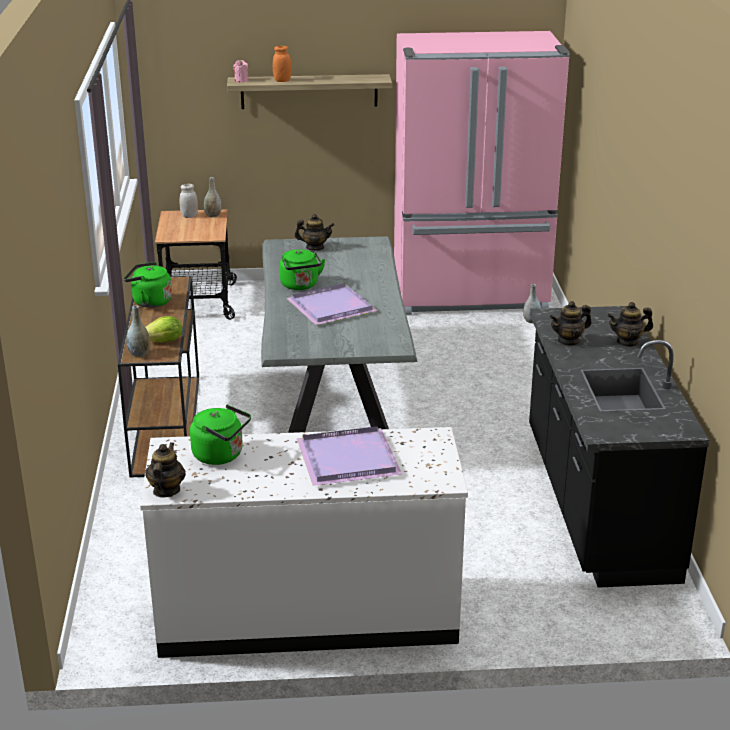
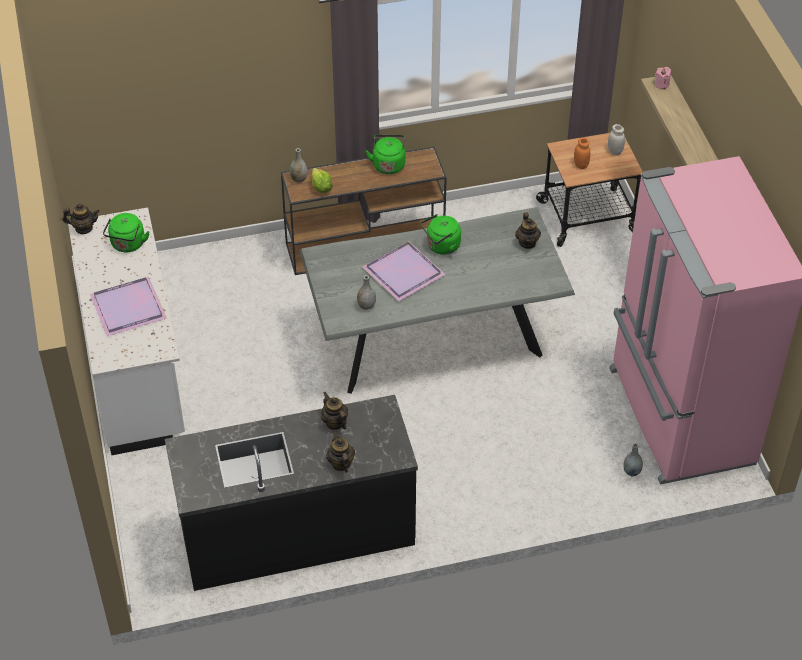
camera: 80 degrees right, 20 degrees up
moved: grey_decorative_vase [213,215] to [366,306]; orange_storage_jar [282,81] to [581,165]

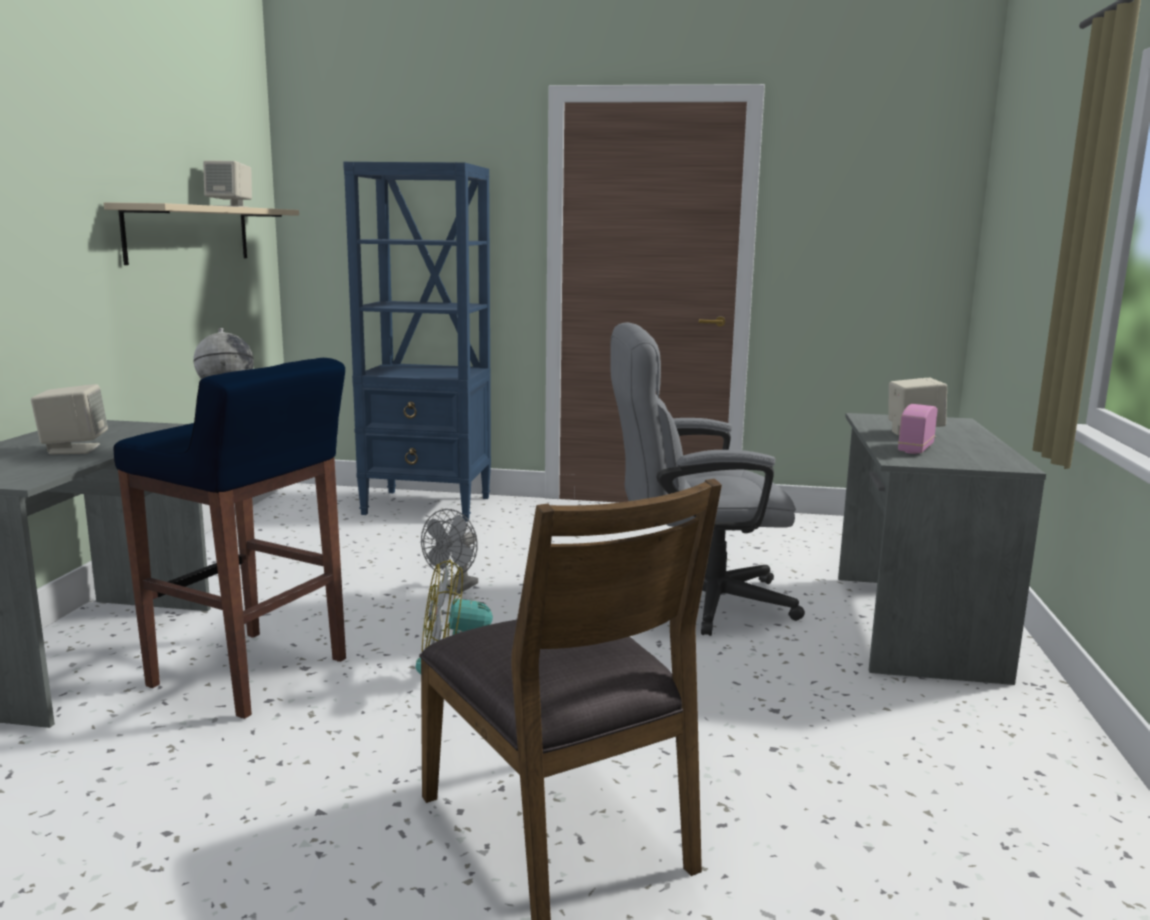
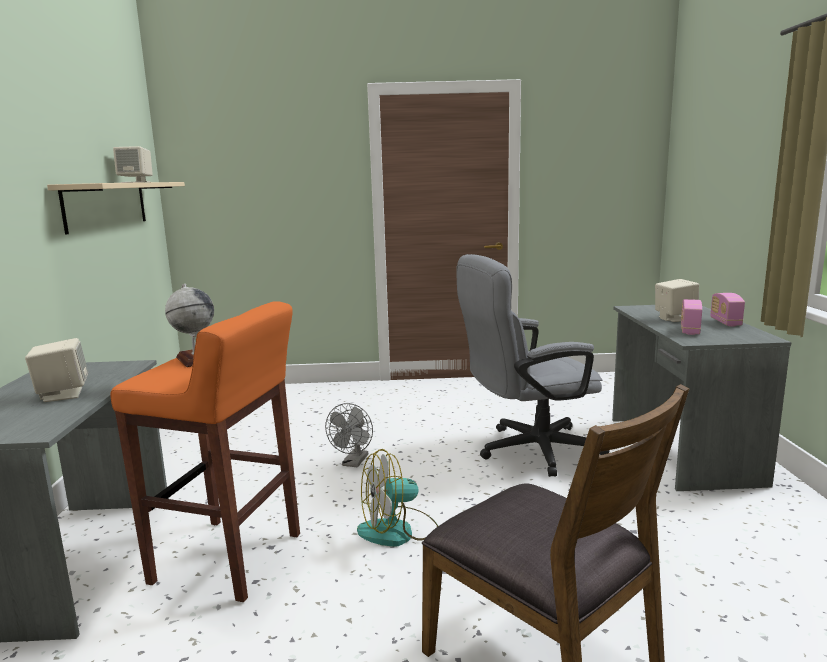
camera: 10 degrees left, 0 degrees up
removed: blue-coloured_shelving_unit [428,506]
added: radio_receiver [725,322]
recoloured: blue-coloured_stool [251,674] to orange_stool [229,559]

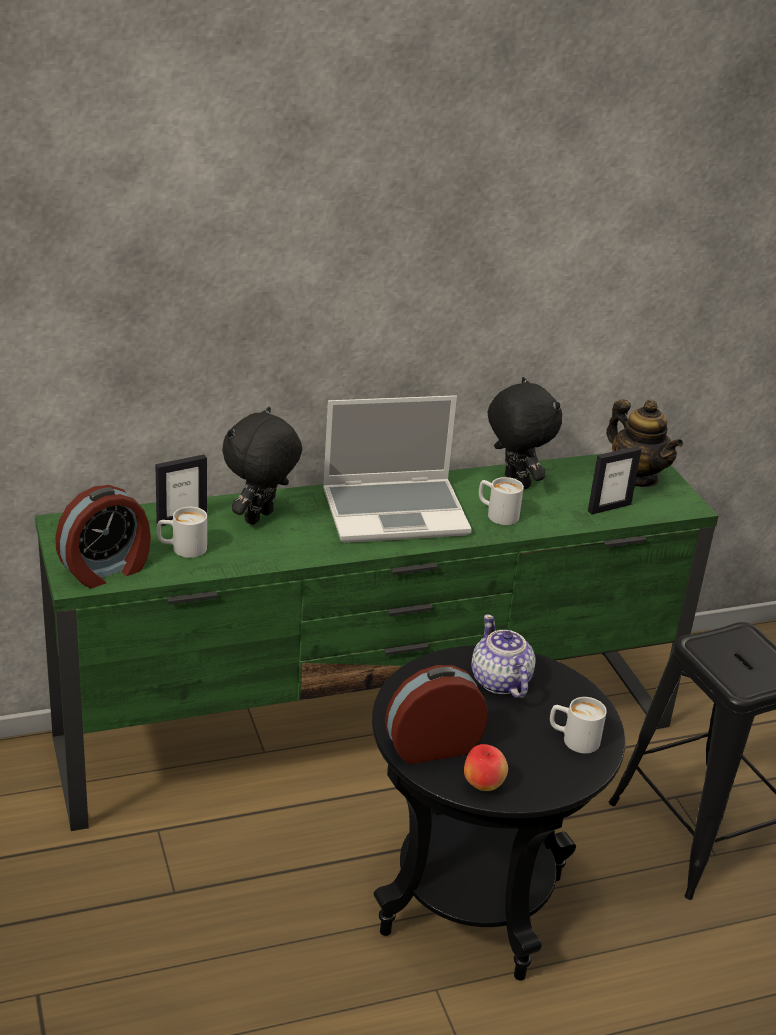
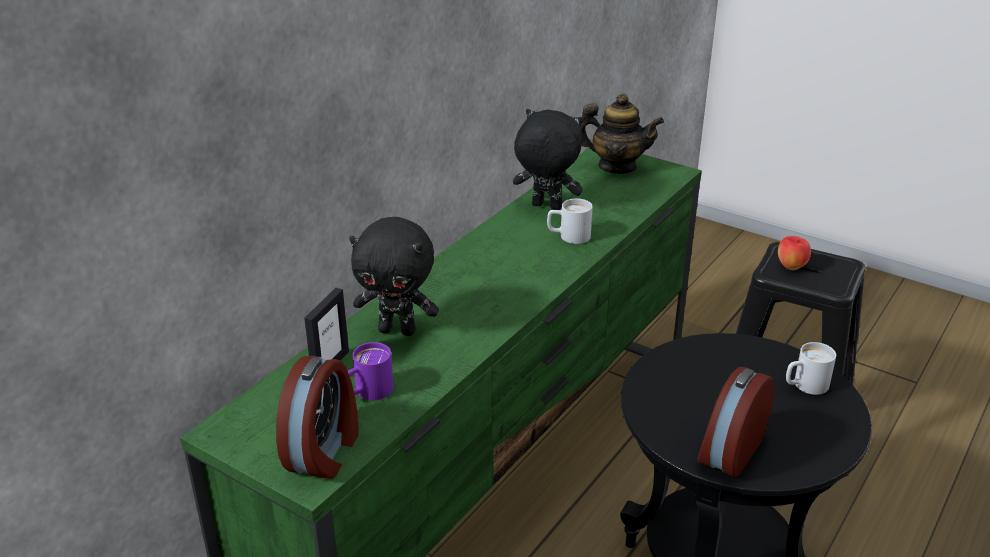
camera: 35 degrees left, 0 degrees up
removed: portable_computer [396,512]; tea_pot [500,682]; picture_frame [609,507]
moved: whole_apple [483,785] to [791,267]
recoloured: whitish_tea_mug [182,548] to purple_tea_mug [367,393]
turned: black-coloured_plush_toy [260,518] = [398,330] 75 degrees counterclockwise

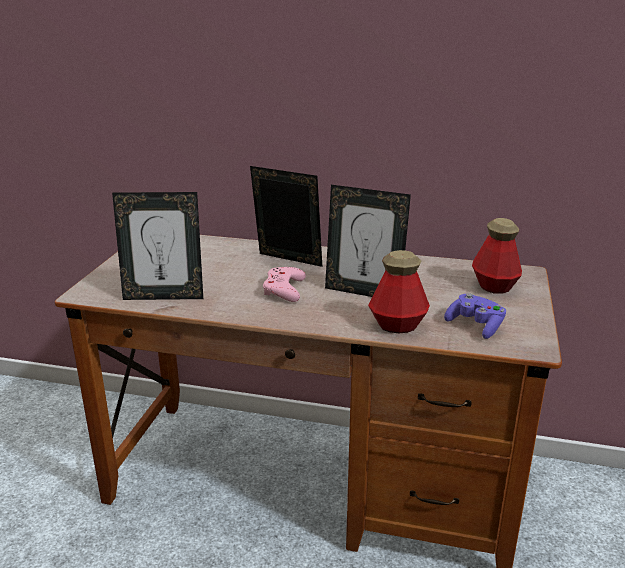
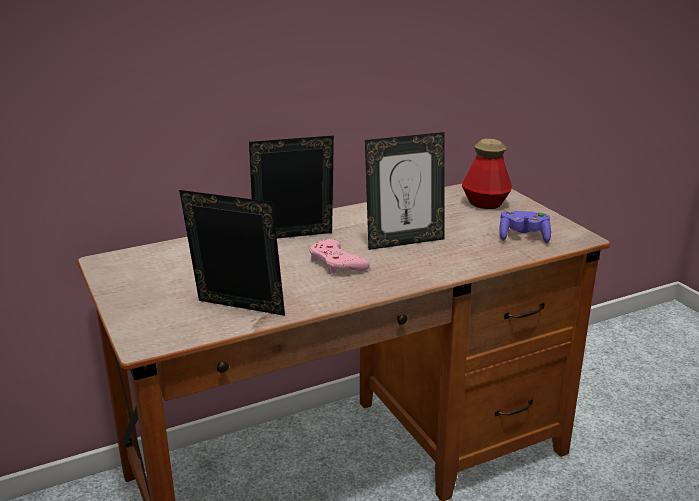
camera: 40 degrees left, 0 degrees up
removed: drink_bottle [397,325]
turned: picture_frame [164,296] = [237,311] 120 degrees counterclockwise

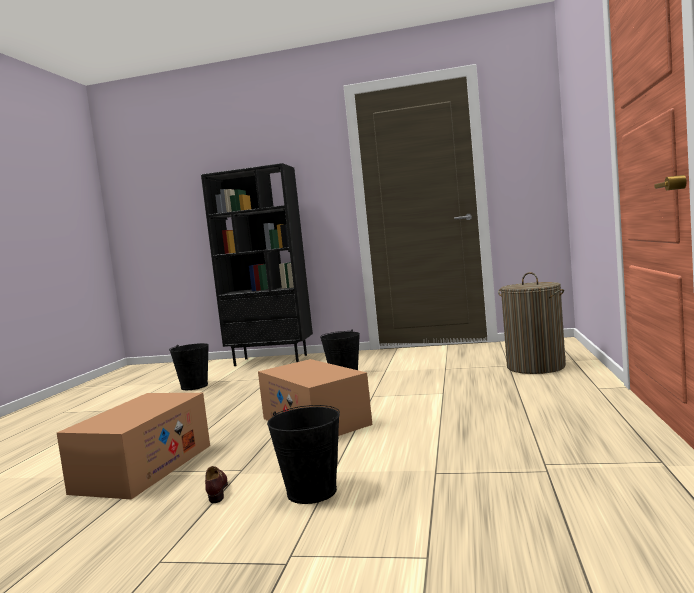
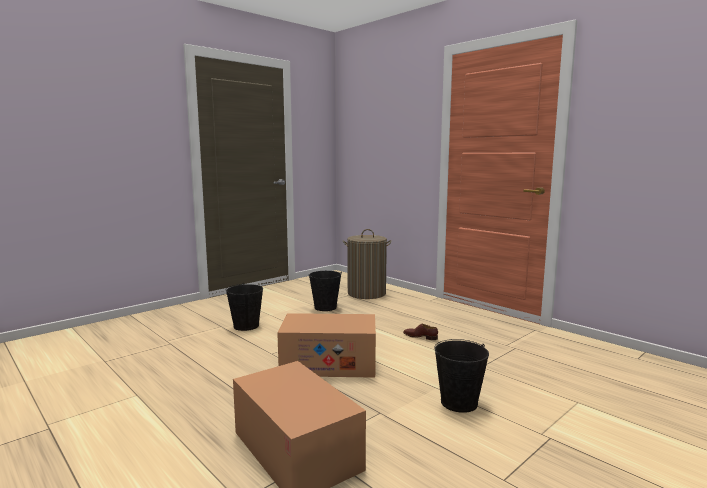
camera: 55 degrees left, 5 degrees up
removed: black-coloured_shelving_unit [271,360]
moved: black-coloured_pail [194,386] to [325,307]; brownish_low_shoe [217,490] to [420,337]

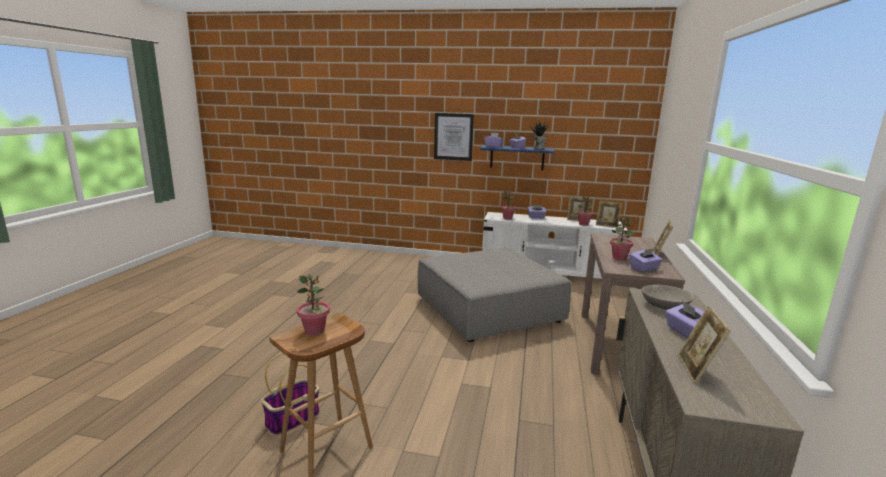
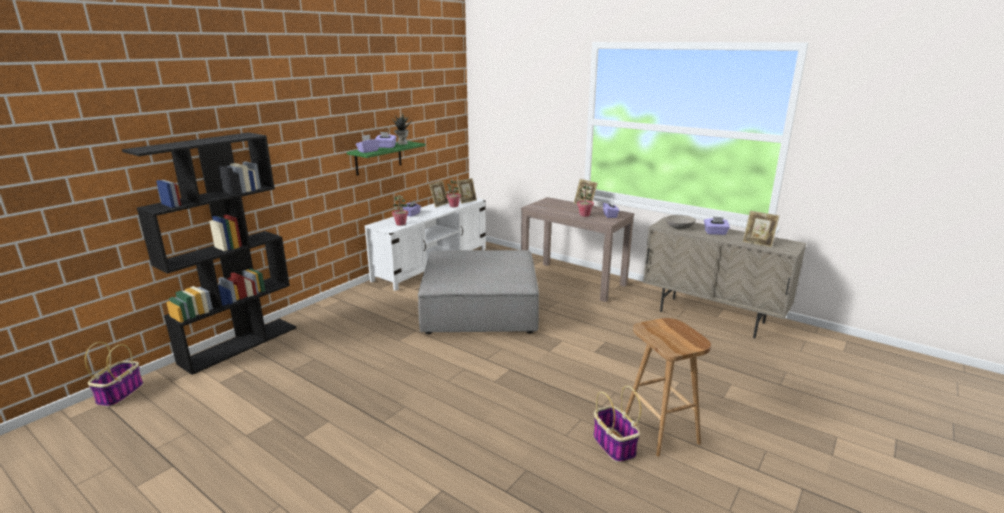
camera: 65 degrees left, 5 degrees up
removed: plant_in_a_pot [314,331]; picture [453,136]
added: storage_basket [120,393]; black-coloured_shelving_unit [240,344]
recoloured: blue-coloured_wall_shelf [517,158] to greenish_wall_shelf [378,158]

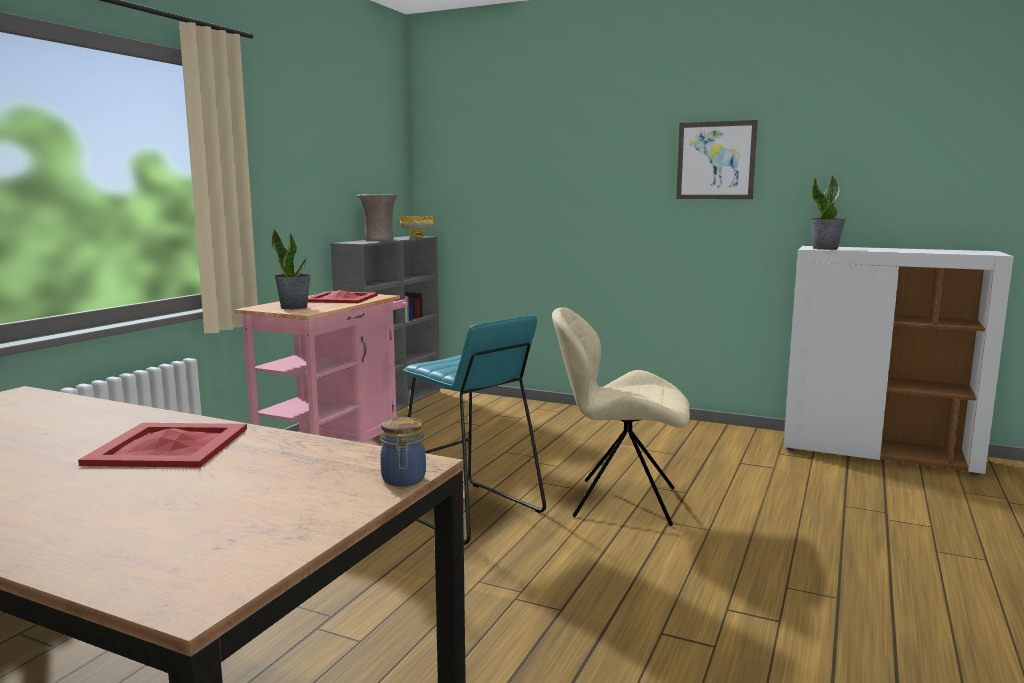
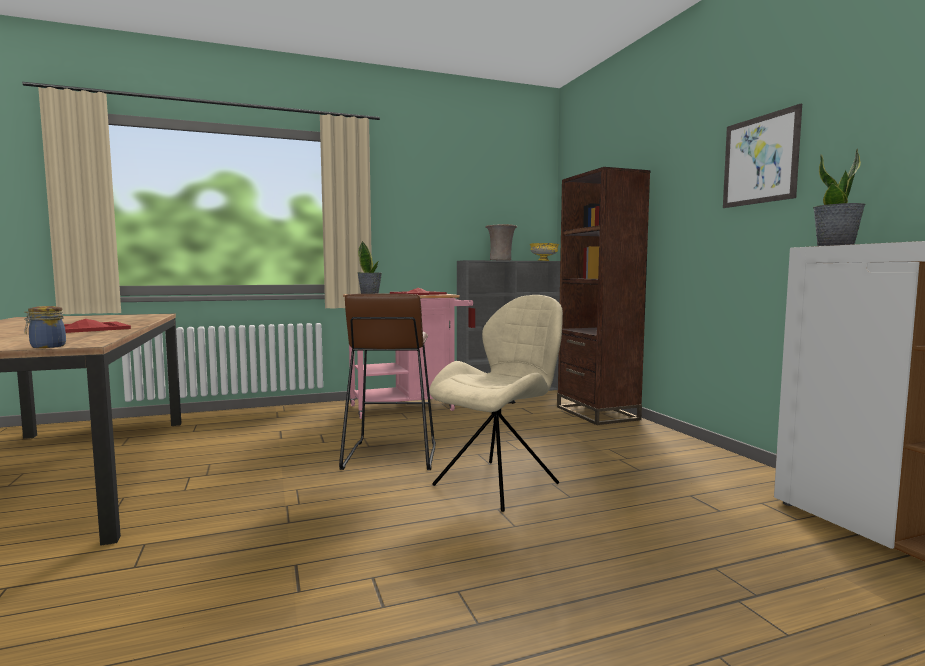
camera: 45 degrees right, 5 degrees down
added: brownish_shelving_unit [597,413]
recoloured: turquoise_stool [470,513] to brownish_stool [390,456]
turned: beige_upright_chair [620,501] = [499,483] 75 degrees clockwise

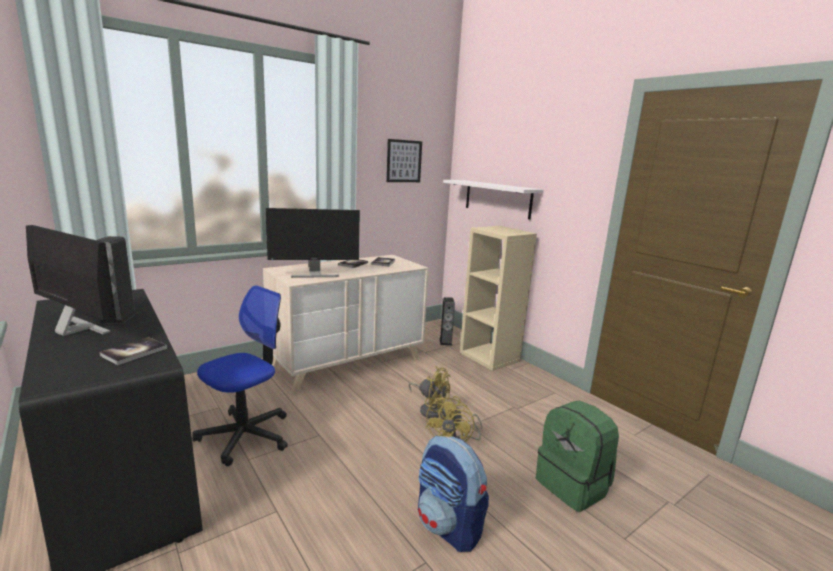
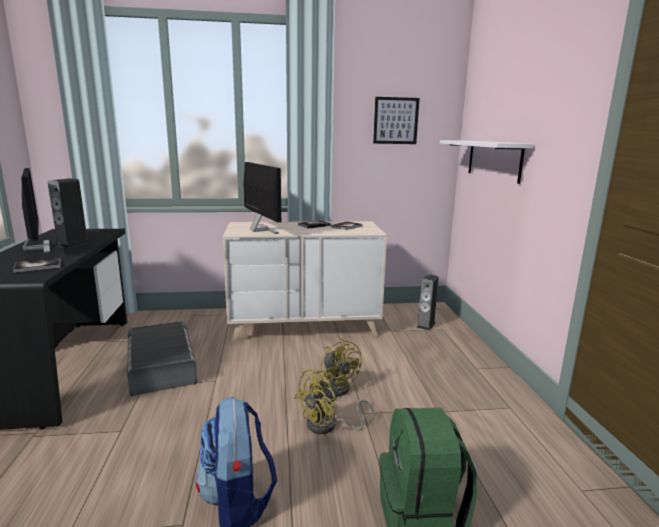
camera: 30 degrees right, 0 degrees up
removed: beige_shelving_unit [490,357]
replaced: computer_chair [245,435] to grey_storage_container [162,365]
turned: computer_screen [314,274] = [261,230] 135 degrees counterclockwise

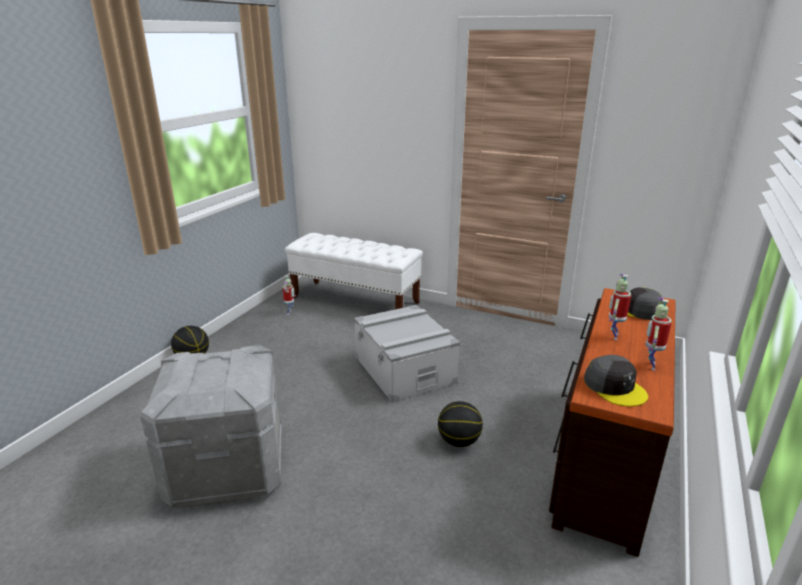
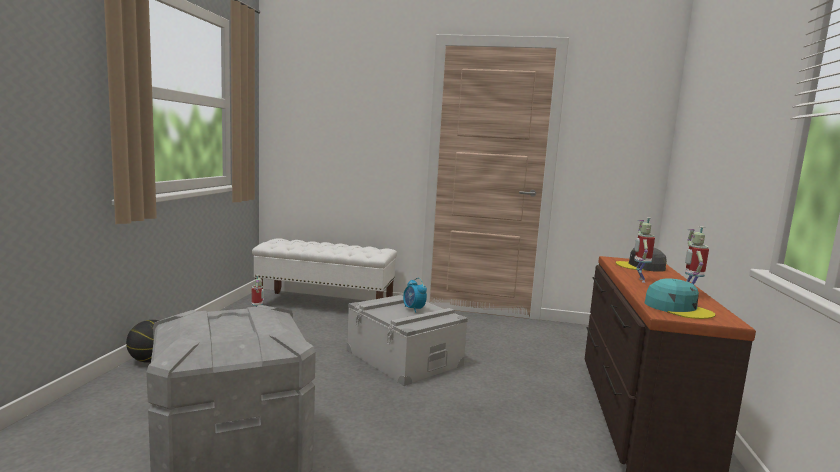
camera: 15 degrees left, 15 degrees down
removed: ball_for_basketball [459,441]
added: alarm_clock [413,309]
recoloured: grey_peaked_cap [614,387] to turquoise_peaked_cap [677,308]

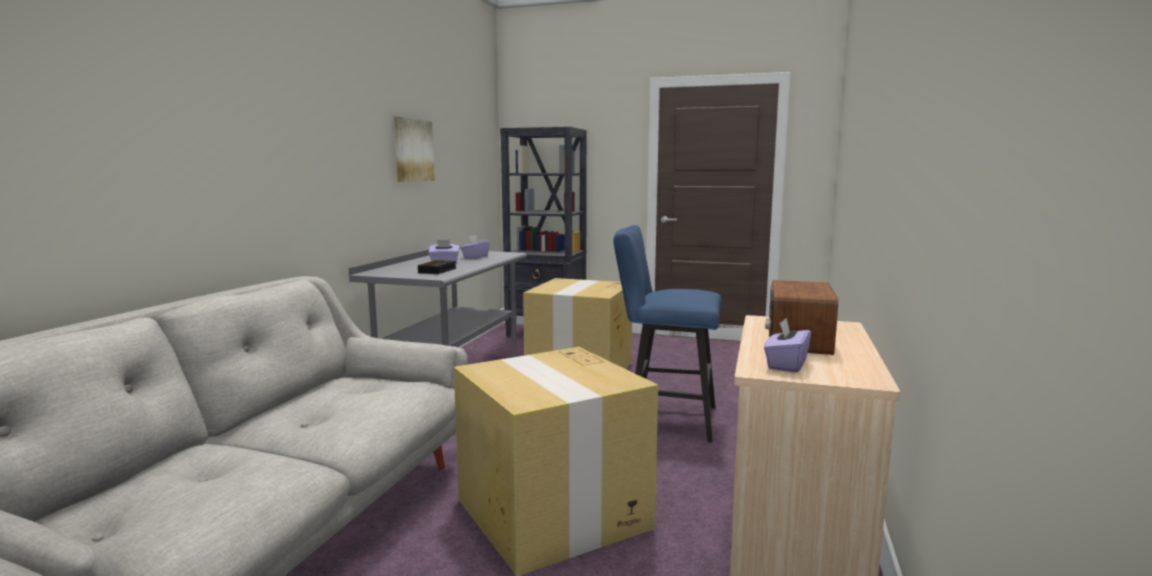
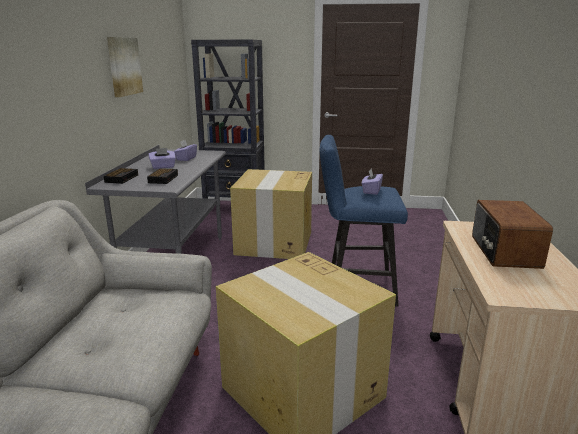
camera: 10 degrees left, 10 degrees up
added: alarm_clock [122,178]
moved: purple_tissue_box [786,364] to [371,191]

